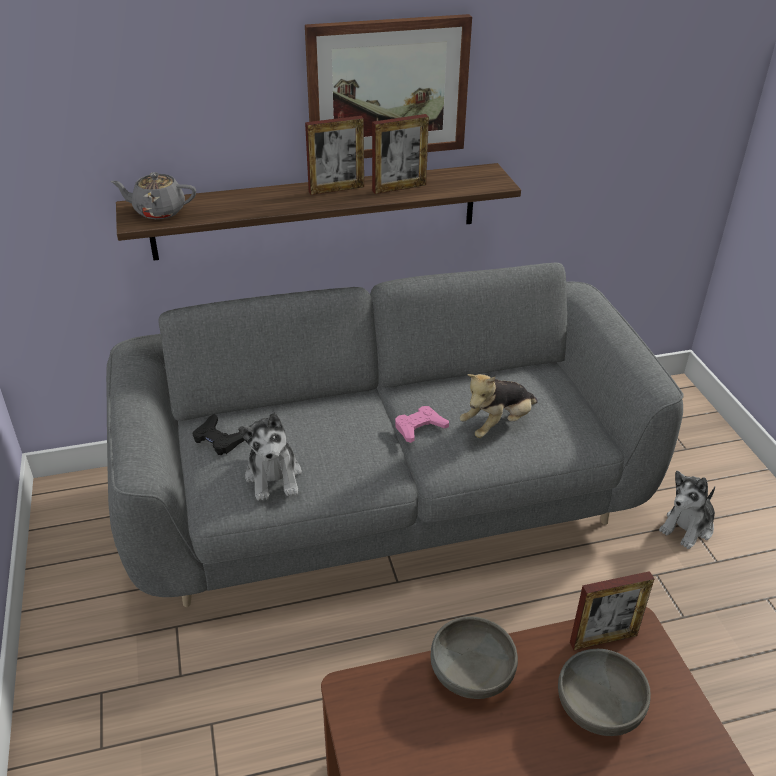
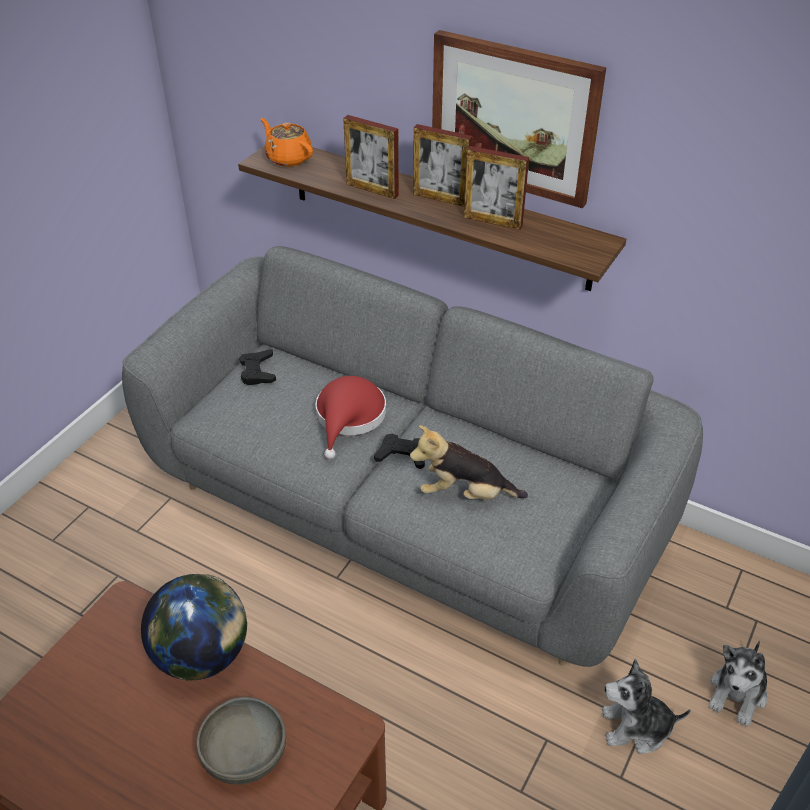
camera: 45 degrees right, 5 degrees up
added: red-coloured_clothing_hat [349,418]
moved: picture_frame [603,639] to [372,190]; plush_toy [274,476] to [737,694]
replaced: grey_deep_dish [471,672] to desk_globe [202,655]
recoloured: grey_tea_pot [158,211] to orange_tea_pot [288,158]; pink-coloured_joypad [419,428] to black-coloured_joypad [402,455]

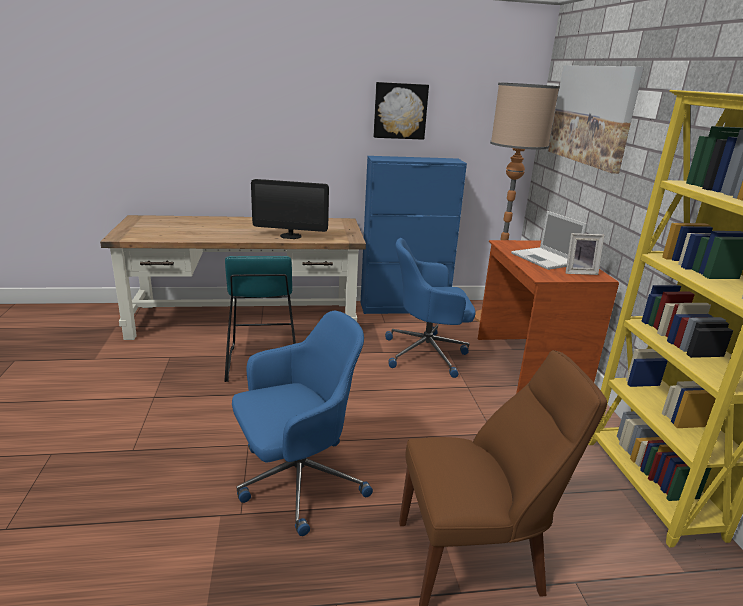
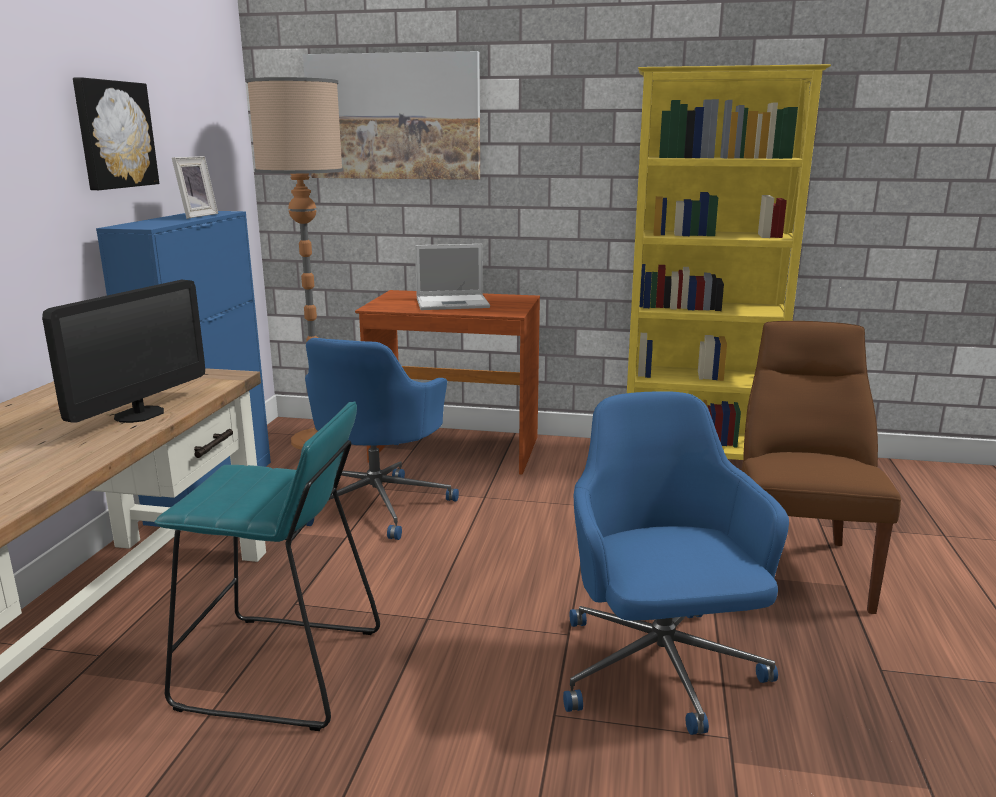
camera: 70 degrees left, 5 degrees down
moved: picture_frame [579,272] to [195,216]

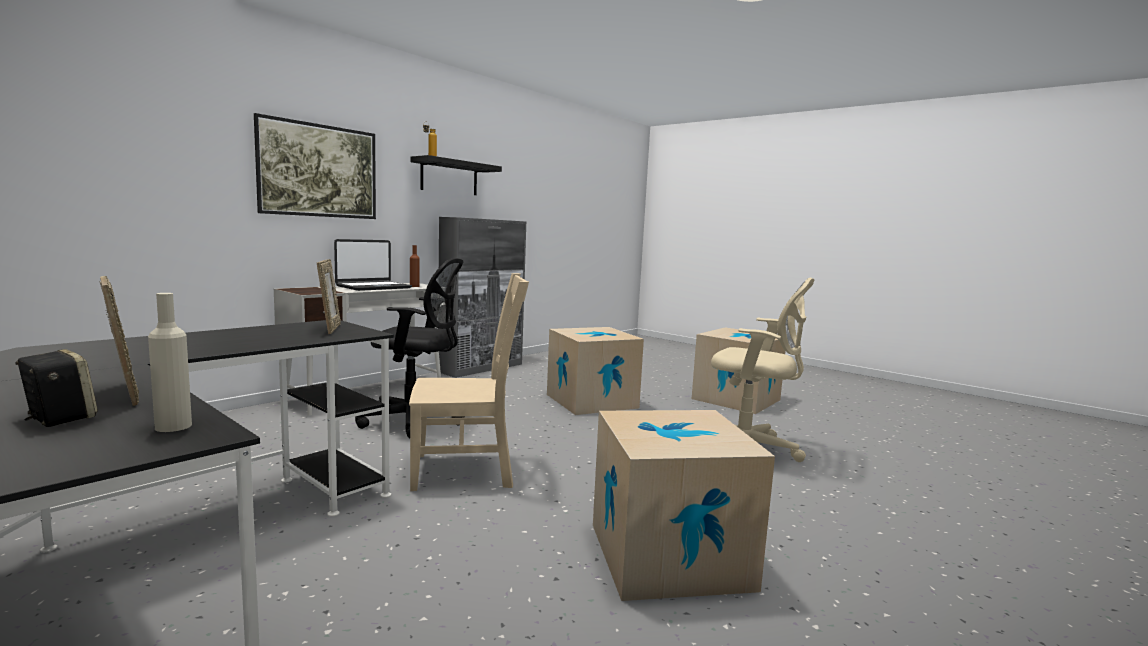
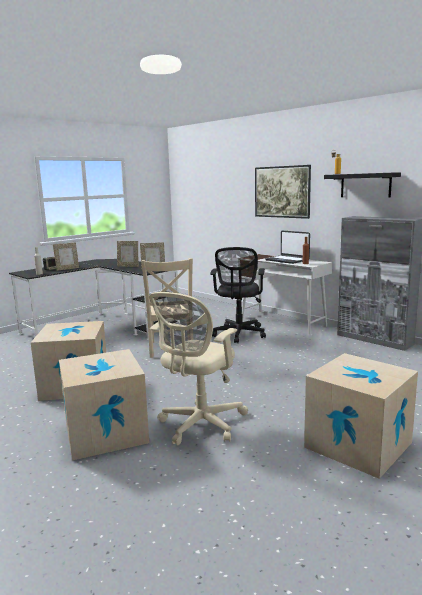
camera: 95 degrees right, 5 degrees up
added: picture_frame [128,266]
moved: cardboard_box [591,401] to [106,433]

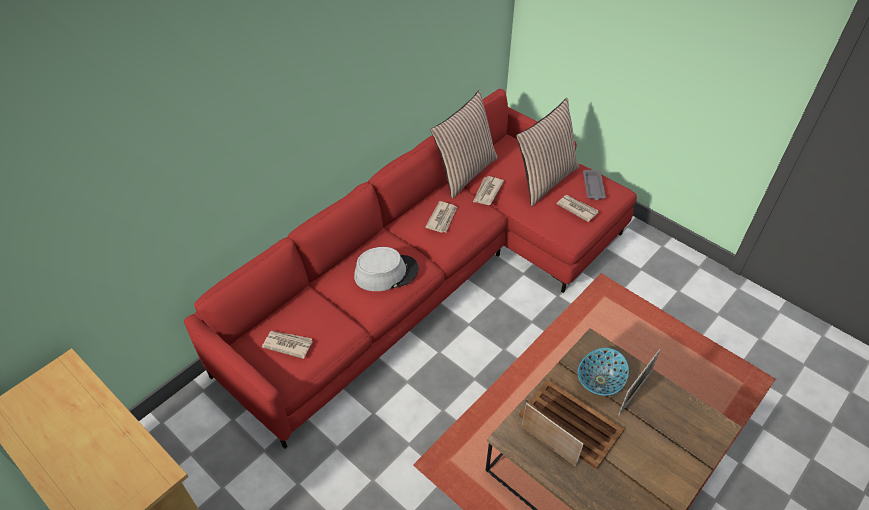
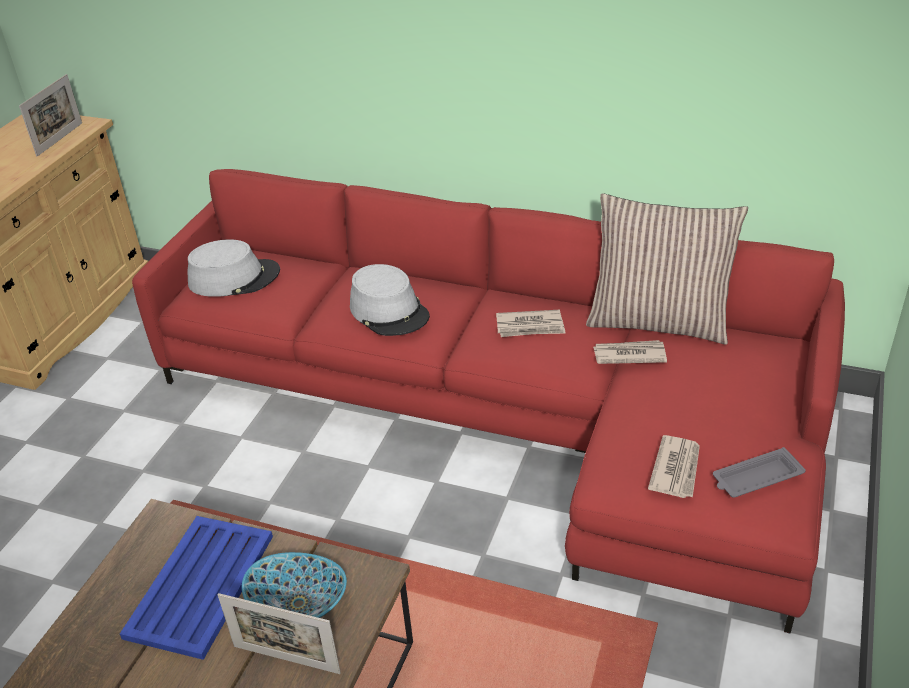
camera: 70 degrees right, 10 degrees down
removed: pillow [545,180]
moved: picture_frame [548,446] to [60,139]
replaced: newspaper [287,344] to grey_clothing_hat [234,278]
recoloured: brownish_serving_tray [570,422] to blue-coloured_serving_tray [202,584]

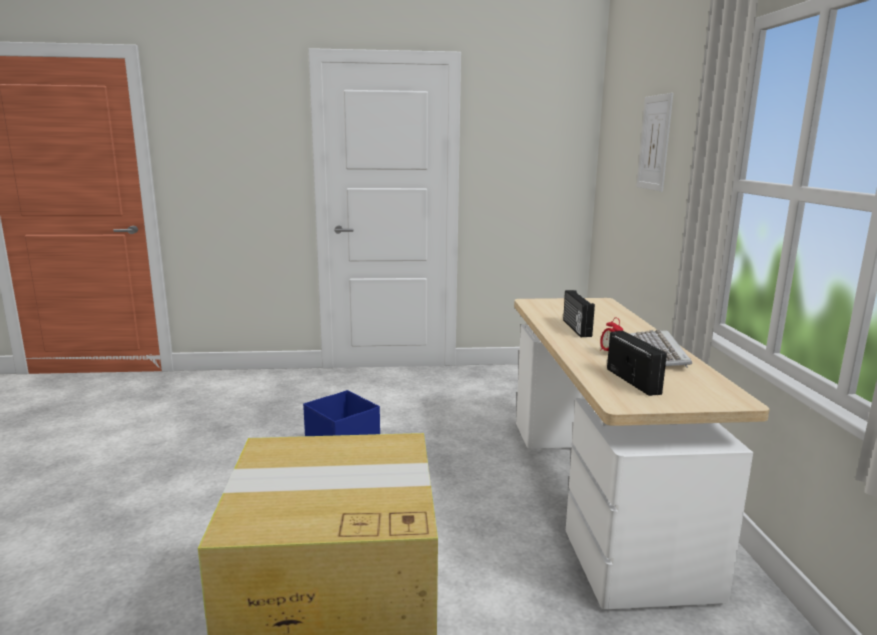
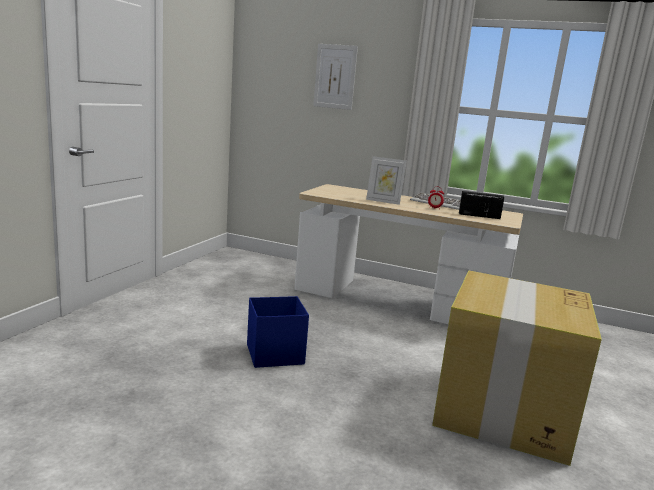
camera: 65 degrees left, 0 degrees up
replaced: radio_receiver [575,328] to picture_frame [383,201]

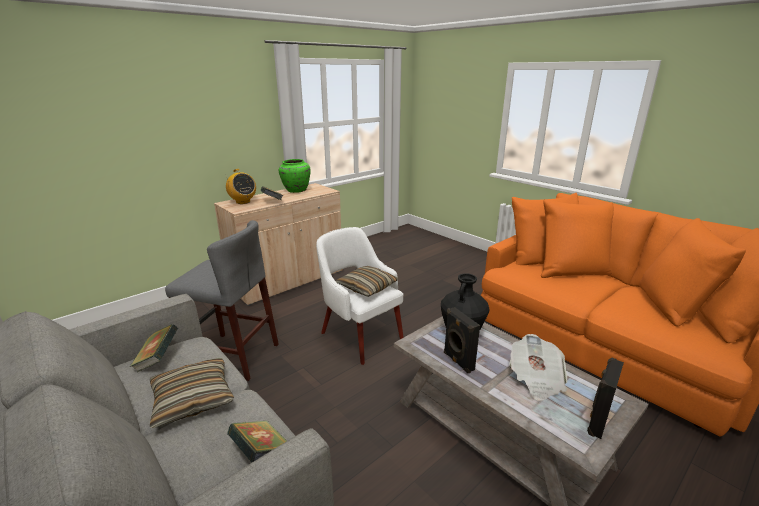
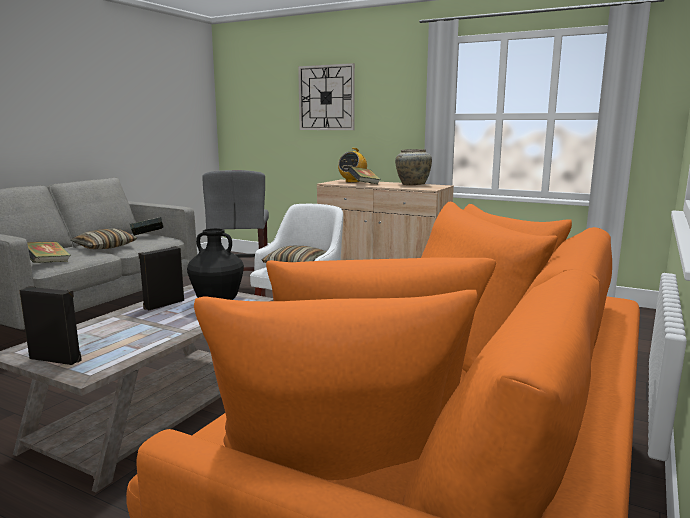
camera: 70 degrees right, 10 degrees down
removed: newspaper [536,379]
added: clock_on_the_wall [326,98]
recoloured: greenish_decorative_vase [295,190] to beige_decorative_vase [412,184]

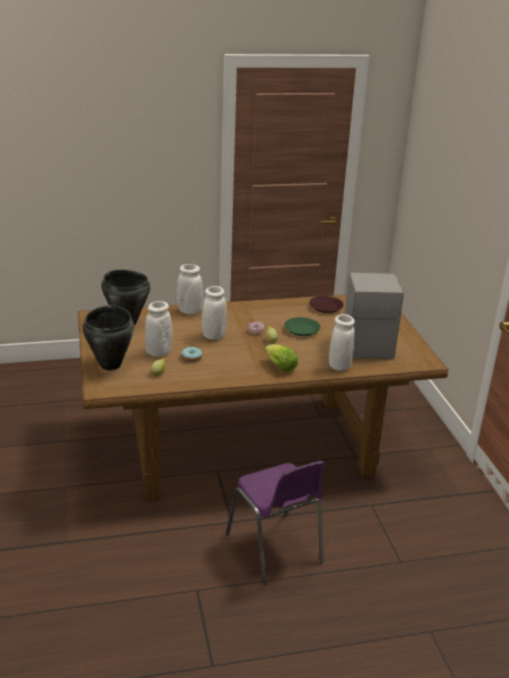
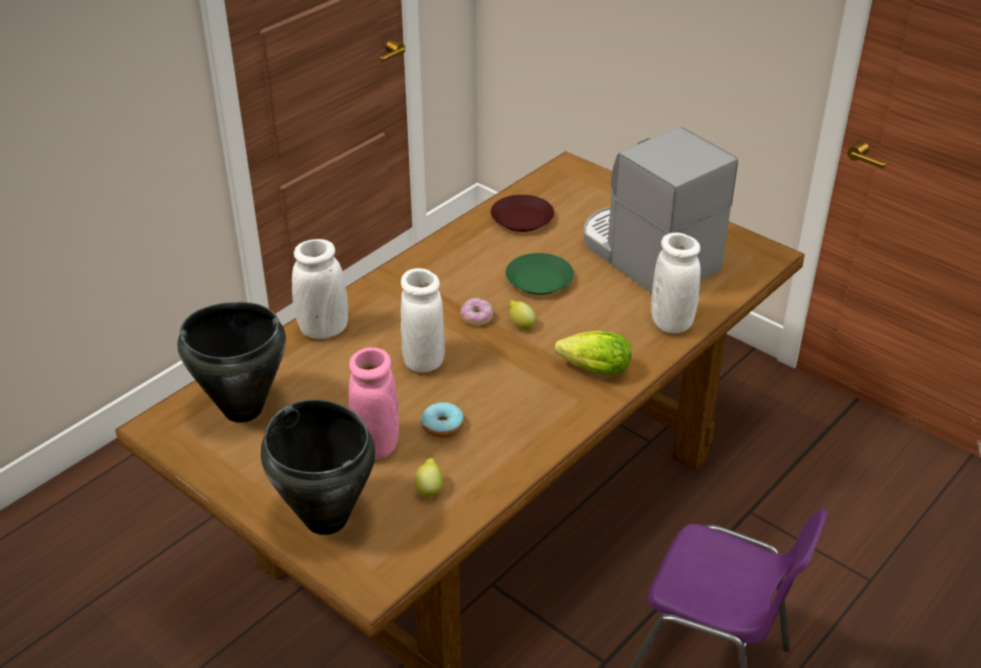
camera: 35 degrees left, 10 degrees up
recoloured: whitish_decorative_vase [158,352] to pink-coloured_decorative_vase [376,445]

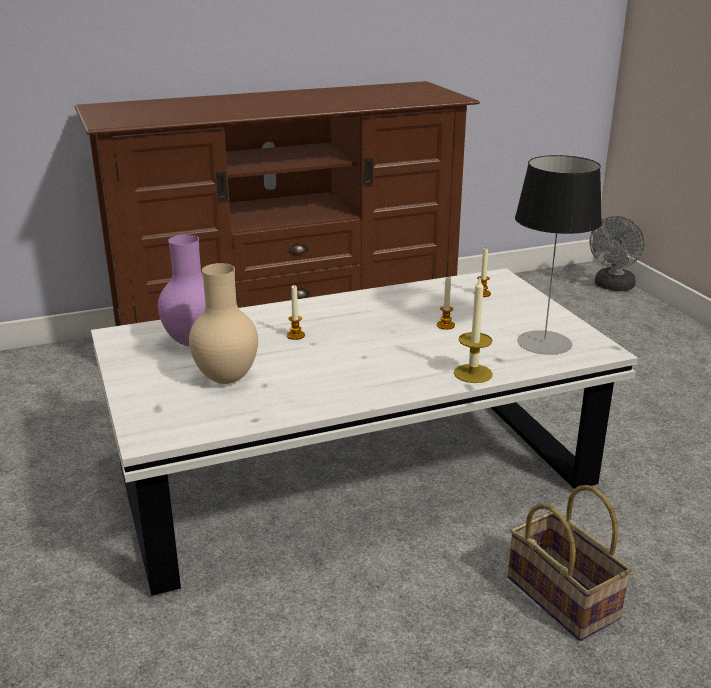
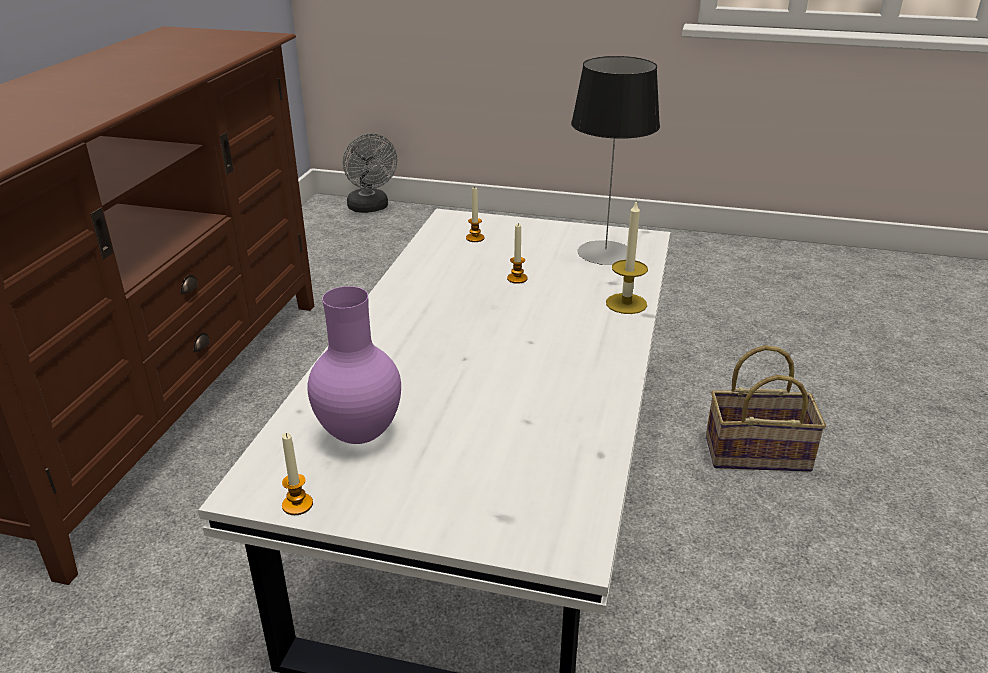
camera: 55 degrees left, 5 degrees up
removed: beige_decorative_vase [225,379]
moved: candle [295,335] to [297,505]

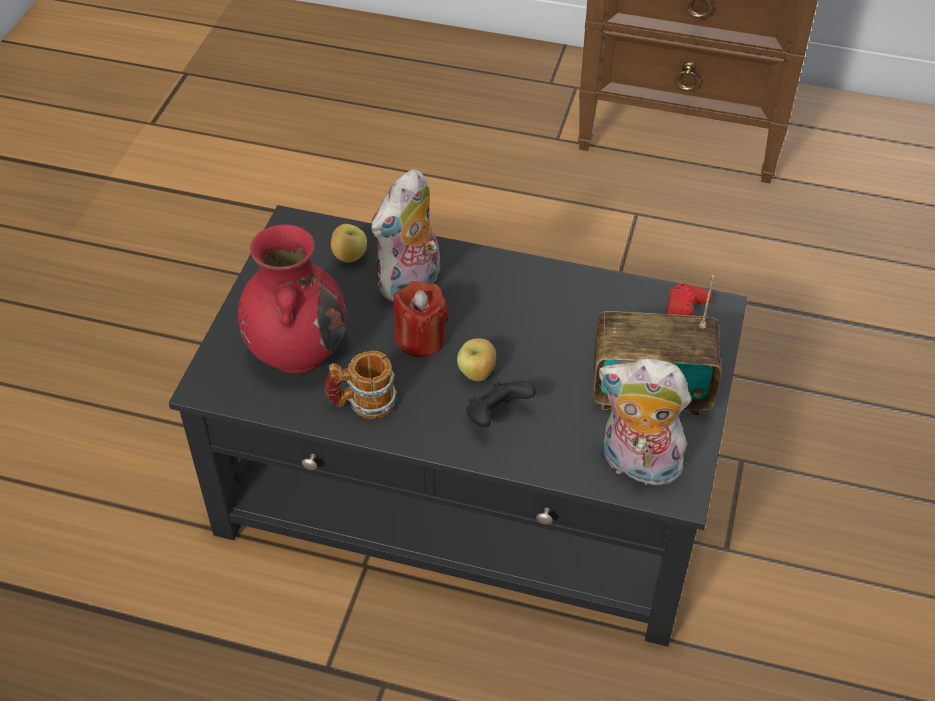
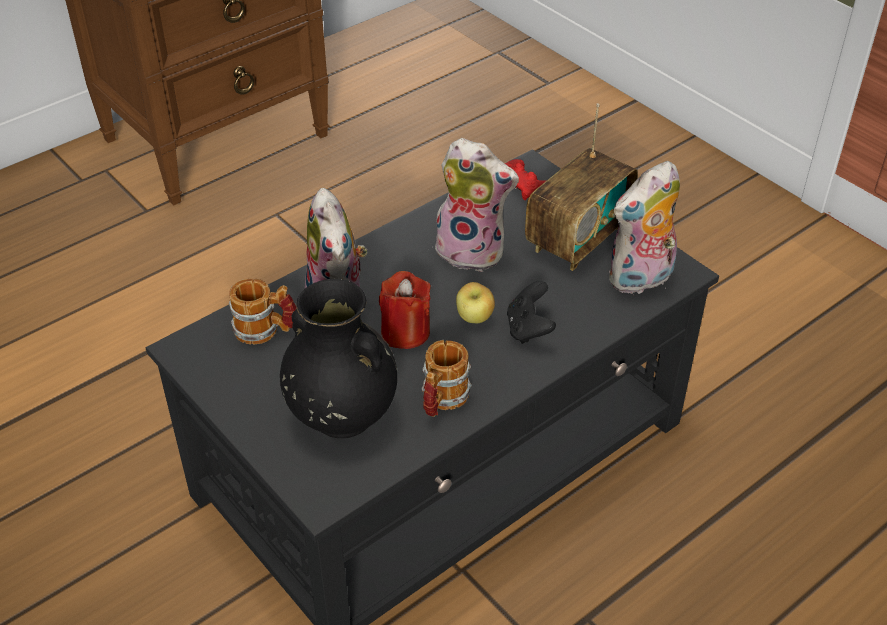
camera: 55 degrees left, 5 degrees down
added: plush_toy [473,251]
replaced: whole_apple [349,257] to tea_mug [265,330]
recoloured: red-coloured_decorative_vase [297,350] to black-coloured_decorative_vase [341,414]

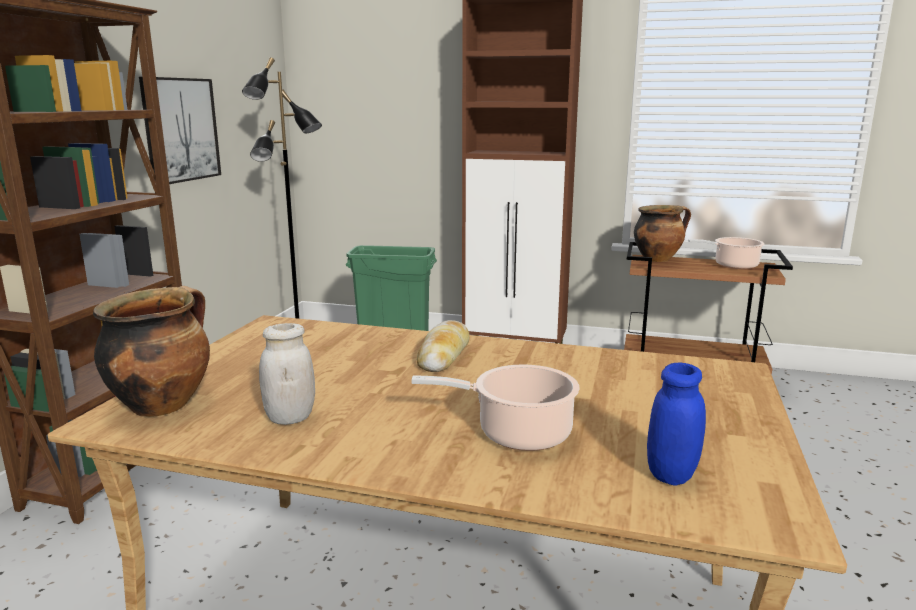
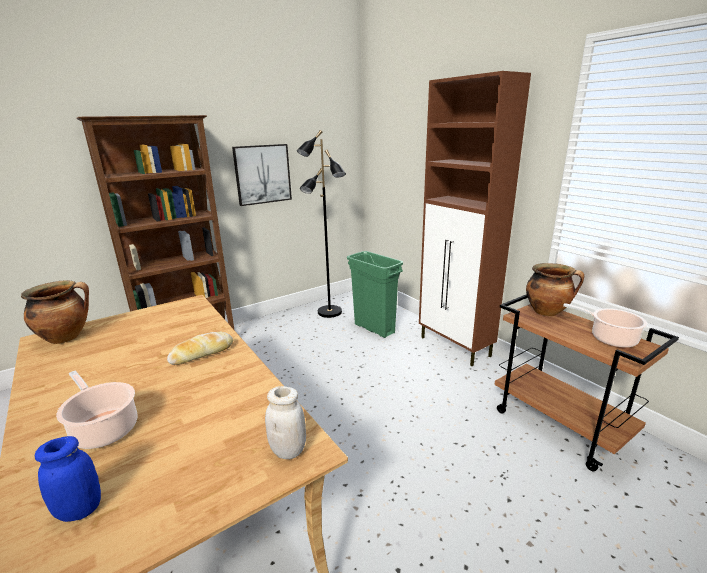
camera: 40 degrees right, 5 degrees up
moved: whitish_storage_jar [290,418] to [288,450]

